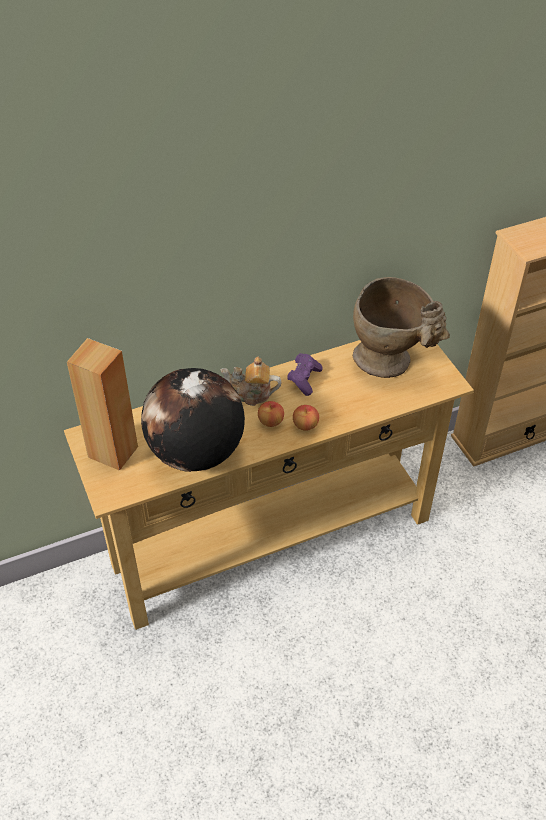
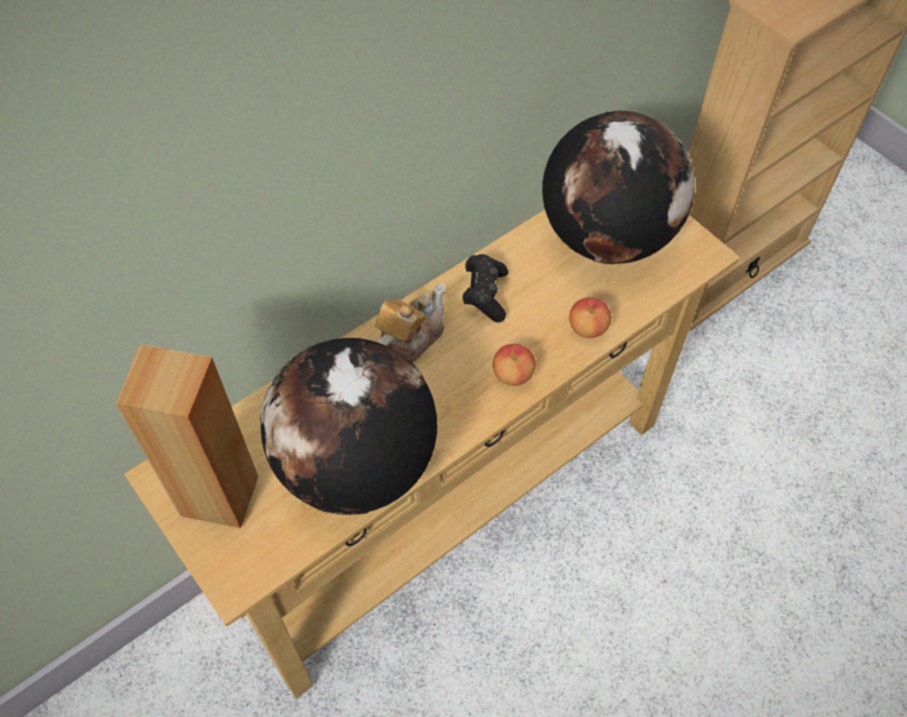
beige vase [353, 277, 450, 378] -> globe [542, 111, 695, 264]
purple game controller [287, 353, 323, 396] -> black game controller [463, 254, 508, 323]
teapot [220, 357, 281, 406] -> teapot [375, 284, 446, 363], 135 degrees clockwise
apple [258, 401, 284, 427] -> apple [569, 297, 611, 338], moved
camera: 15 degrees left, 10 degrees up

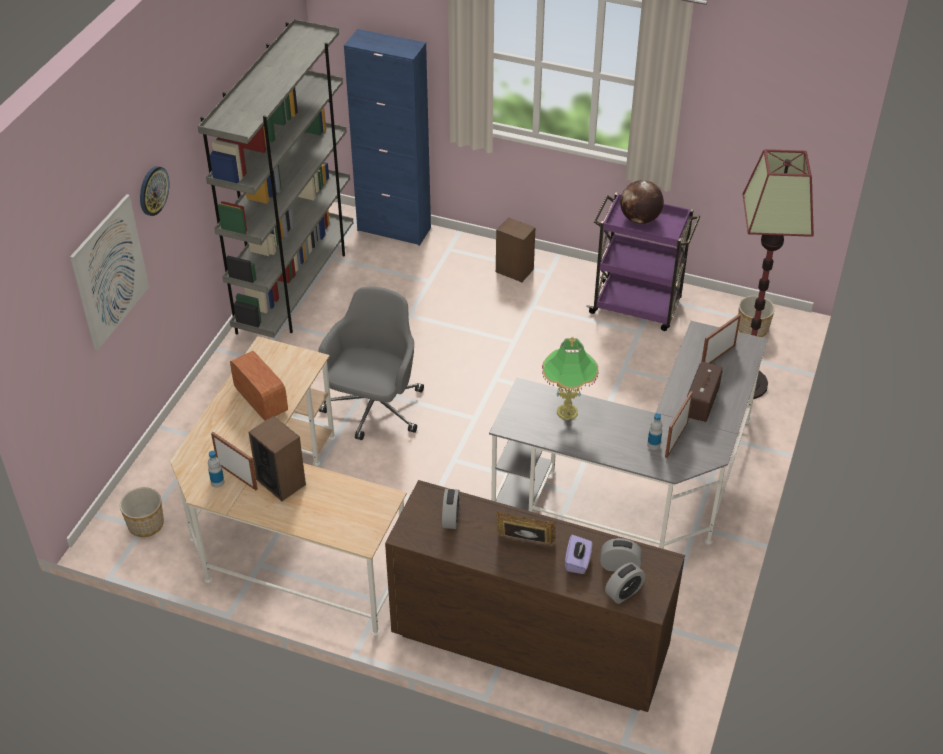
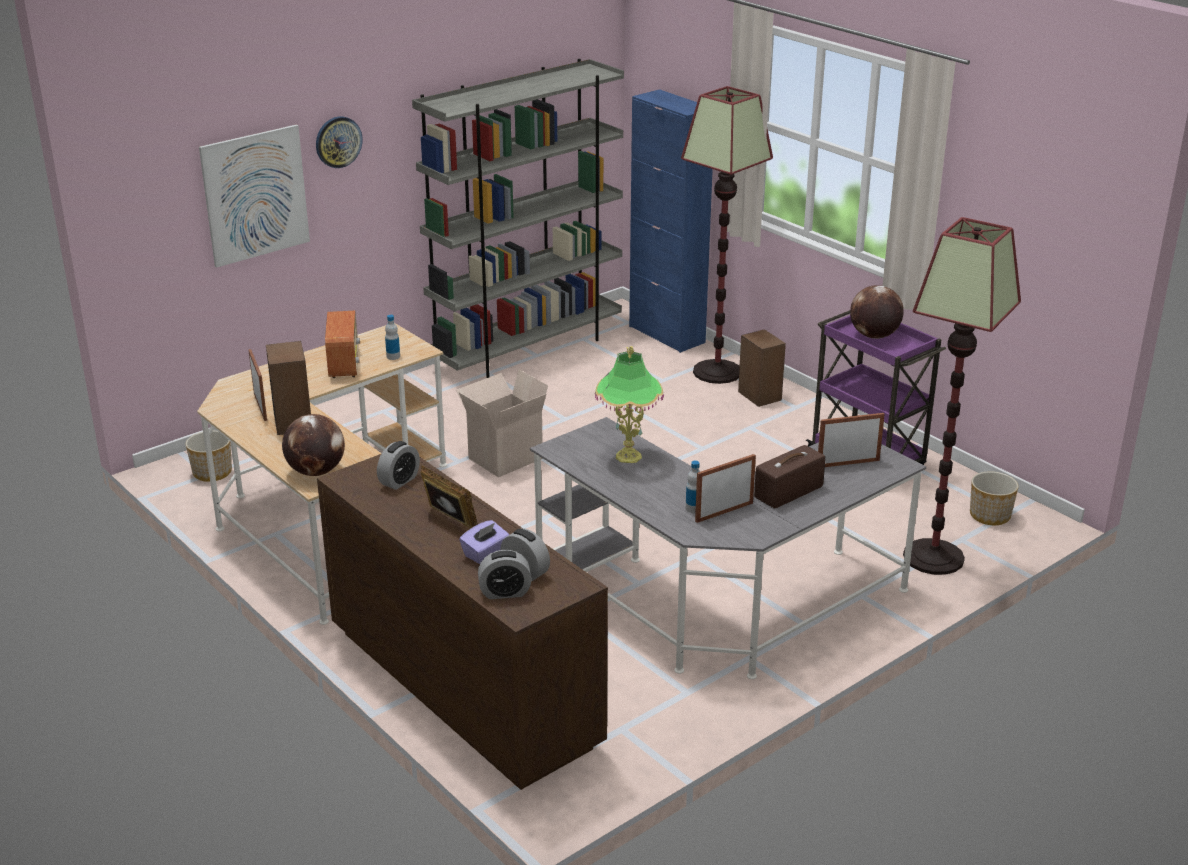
grey office chair [319, 286, 424, 440] -> cardboard box [456, 369, 548, 477]
bottle [208, 451, 224, 488] -> bottle [385, 315, 400, 360], moved
none -> floor lamp [681, 86, 773, 384]
none -> globe [282, 414, 345, 476]
camera: 30 degrees right, 15 degrees down

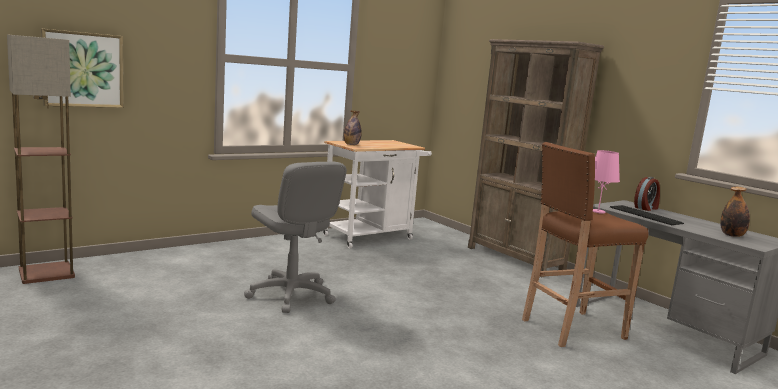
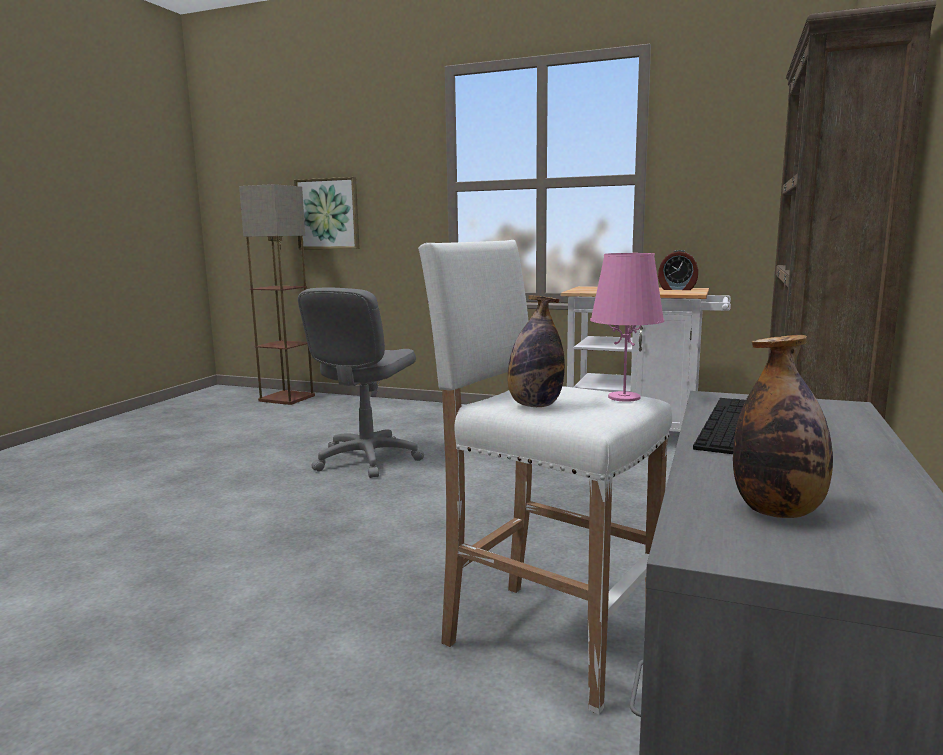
bottle [344, 111, 362, 145] -> bottle [507, 295, 565, 407], moved
brown stool [522, 142, 648, 347] -> white stool [418, 240, 672, 714]
alarm clock [634, 177, 660, 211] -> alarm clock [658, 250, 698, 290], moved
camera: 60 degrees right, 0 degrees up

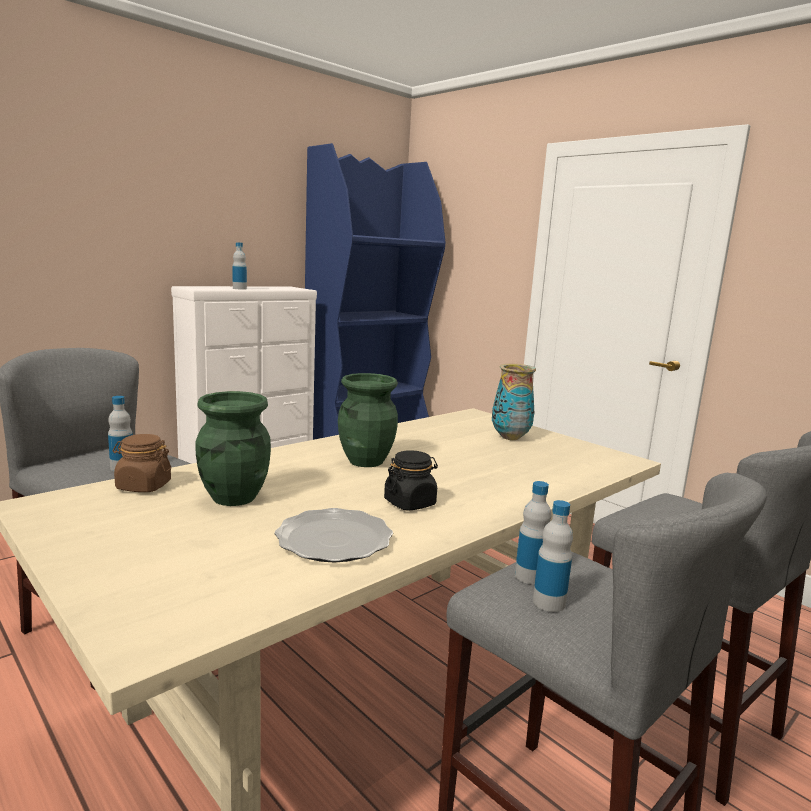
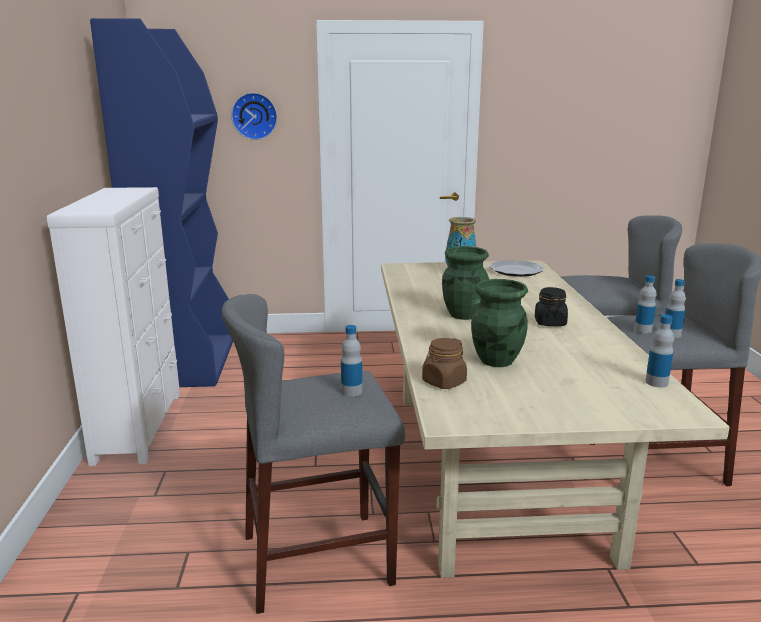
bottle [232, 242, 247, 290] -> bottle [645, 314, 674, 387], moved
plate [275, 508, 393, 562] -> plate [489, 260, 544, 277], moved
none -> wall clock [231, 93, 277, 140]
camera: 50 degrees left, 5 degrees up

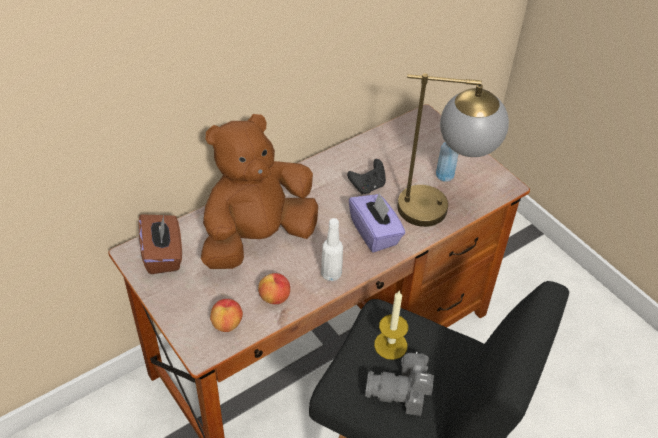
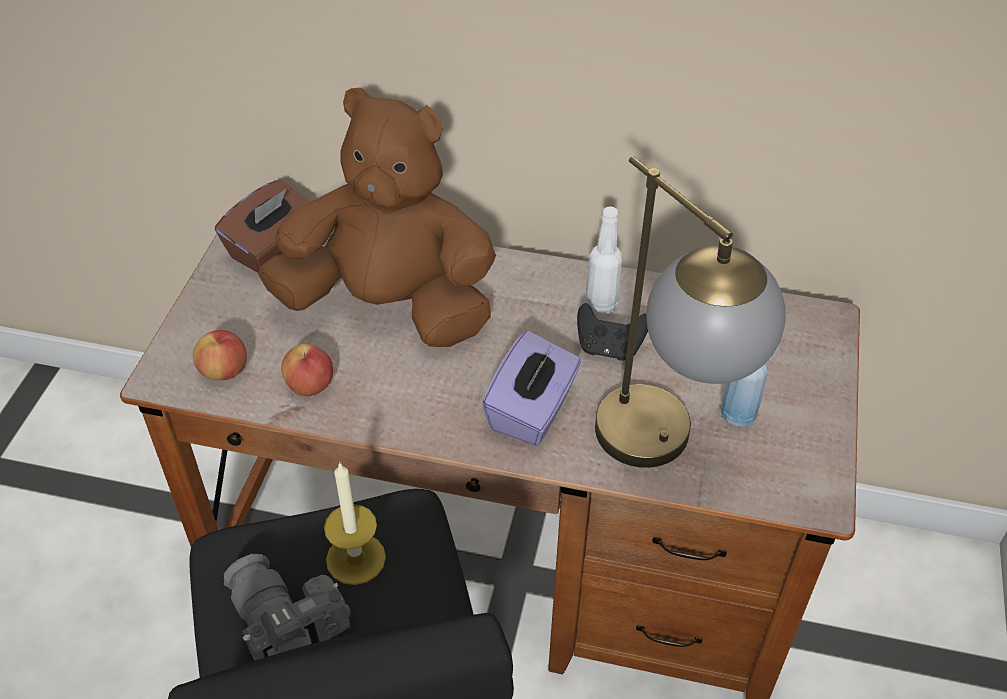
white bottle [321, 218, 343, 281] -> white bottle [585, 207, 622, 315], moved
camera: 50 degrees right, 0 degrees up

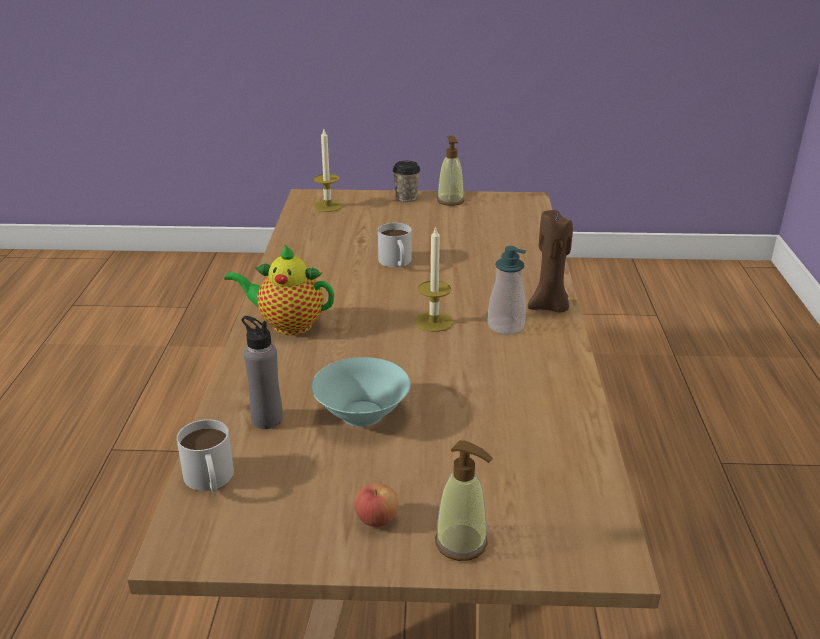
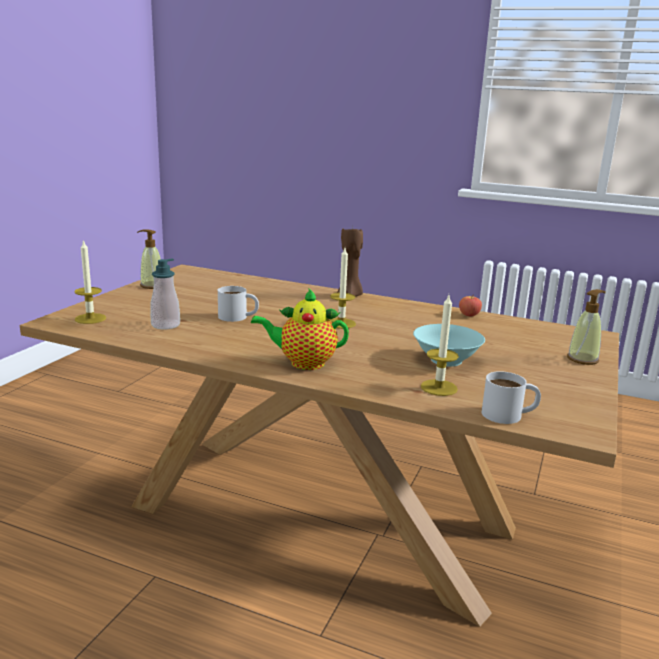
cup [393, 161, 420, 202] -> none
teapot [224, 244, 334, 335] -> teapot [251, 288, 349, 370], 60 degrees clockwise
soap dispenser [488, 246, 526, 335] -> soap dispenser [150, 259, 180, 330], moved
grey bottle [242, 316, 283, 429] -> candle [421, 295, 459, 396]
apple [354, 483, 399, 527] -> apple [459, 294, 482, 316], moved
camera: 70 degrees left, 10 degrees down

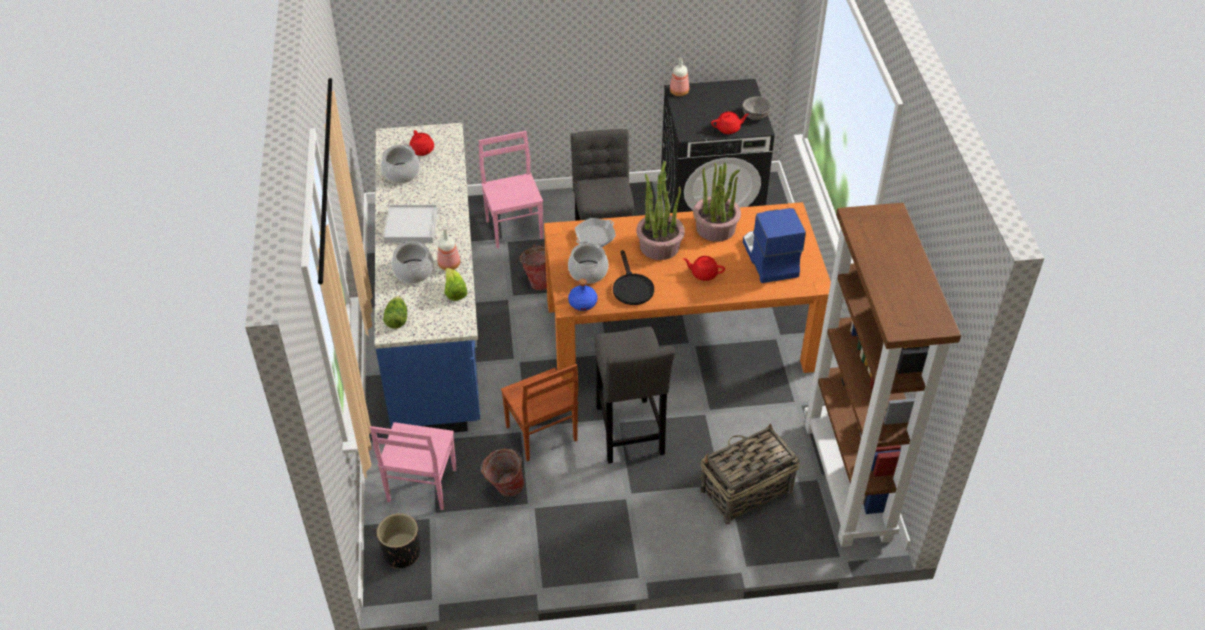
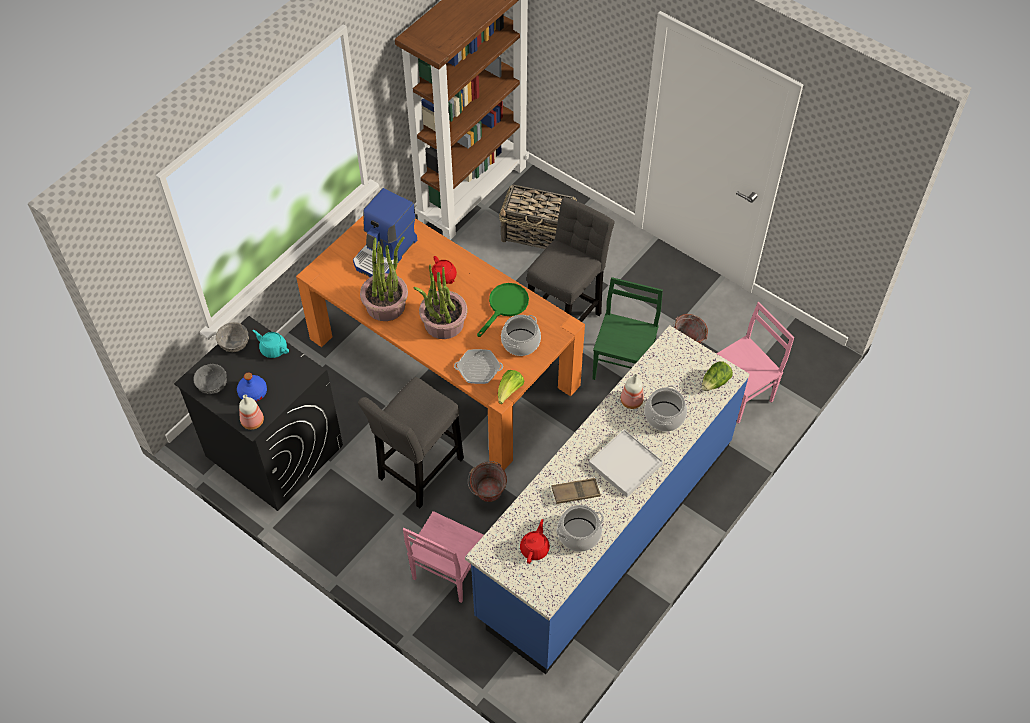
red teapot [711, 112, 749, 134] -> turquoise teapot [252, 330, 289, 358]
black frying pan [613, 250, 654, 305] -> green frying pan [477, 283, 529, 337]
lettuce [444, 268, 467, 301] -> lettuce [498, 370, 524, 404], moved
blue bottle [568, 279, 597, 311] -> blue bottle [237, 372, 267, 402], moved
brown chair [501, 364, 578, 461] -> green chair [593, 277, 663, 380]
black planter [377, 513, 420, 568] -> none
none -> grey bowl [193, 364, 227, 394]
none -> brown tray [551, 478, 601, 504]
camera: 135 degrees left, 10 degrees up

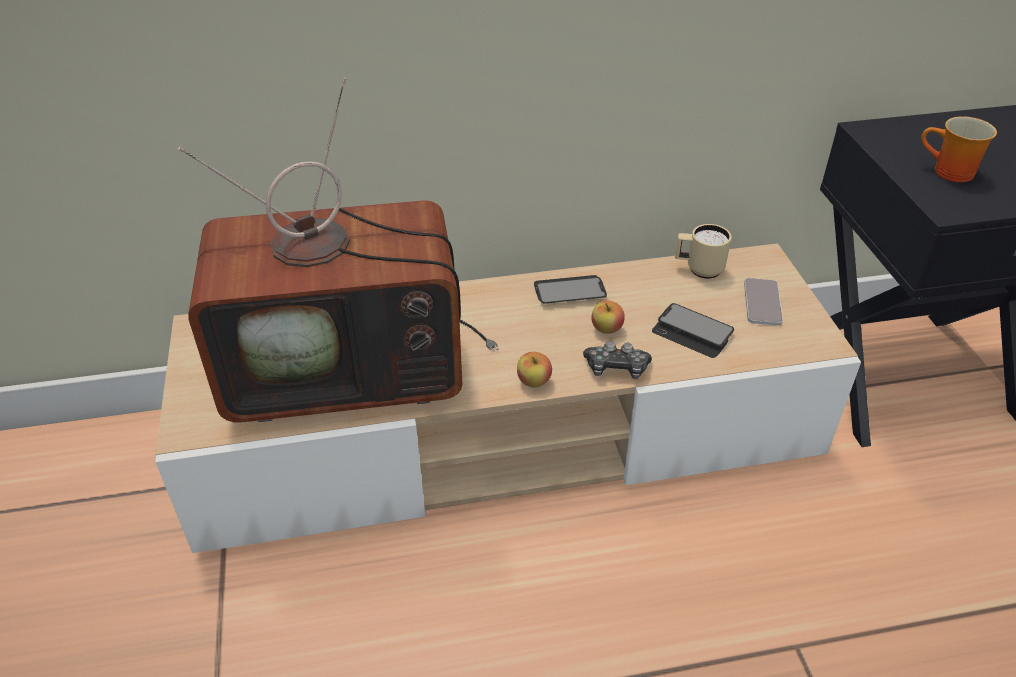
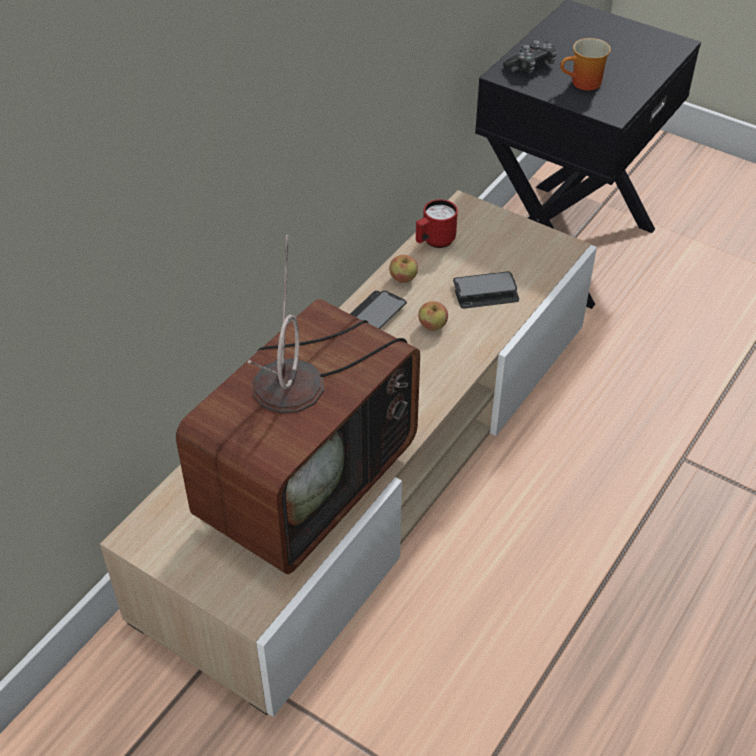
beige mug [675, 224, 732, 279] -> red mug [416, 199, 458, 248]
phone [744, 278, 783, 326] -> none
game controller [583, 341, 652, 379] -> game controller [503, 40, 557, 73], moved
apple [517, 352, 552, 387] -> apple [389, 255, 418, 283], moved
camera: 45 degrees left, 5 degrees up

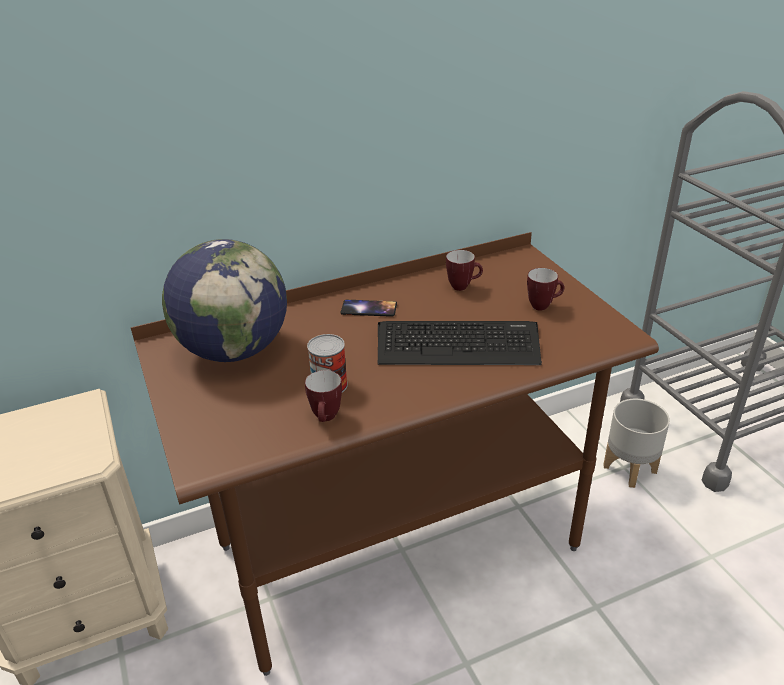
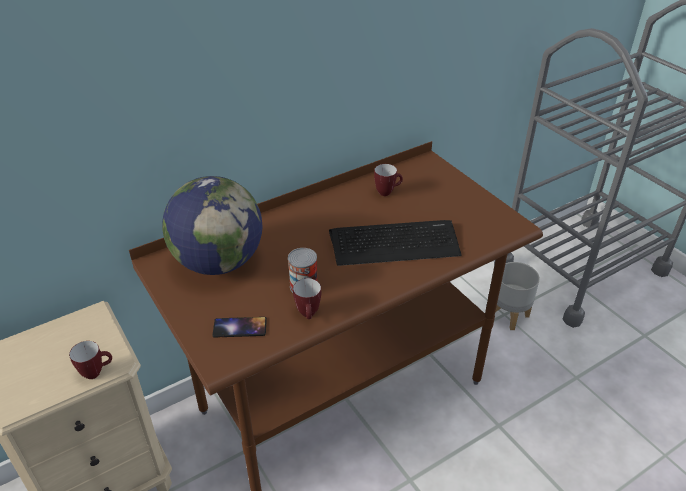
mug [527, 268, 564, 311] -> mug [69, 341, 112, 379], moved
phone [340, 300, 397, 317] -> phone [212, 317, 267, 338], moved
camera: 10 degrees left, 5 degrees up

